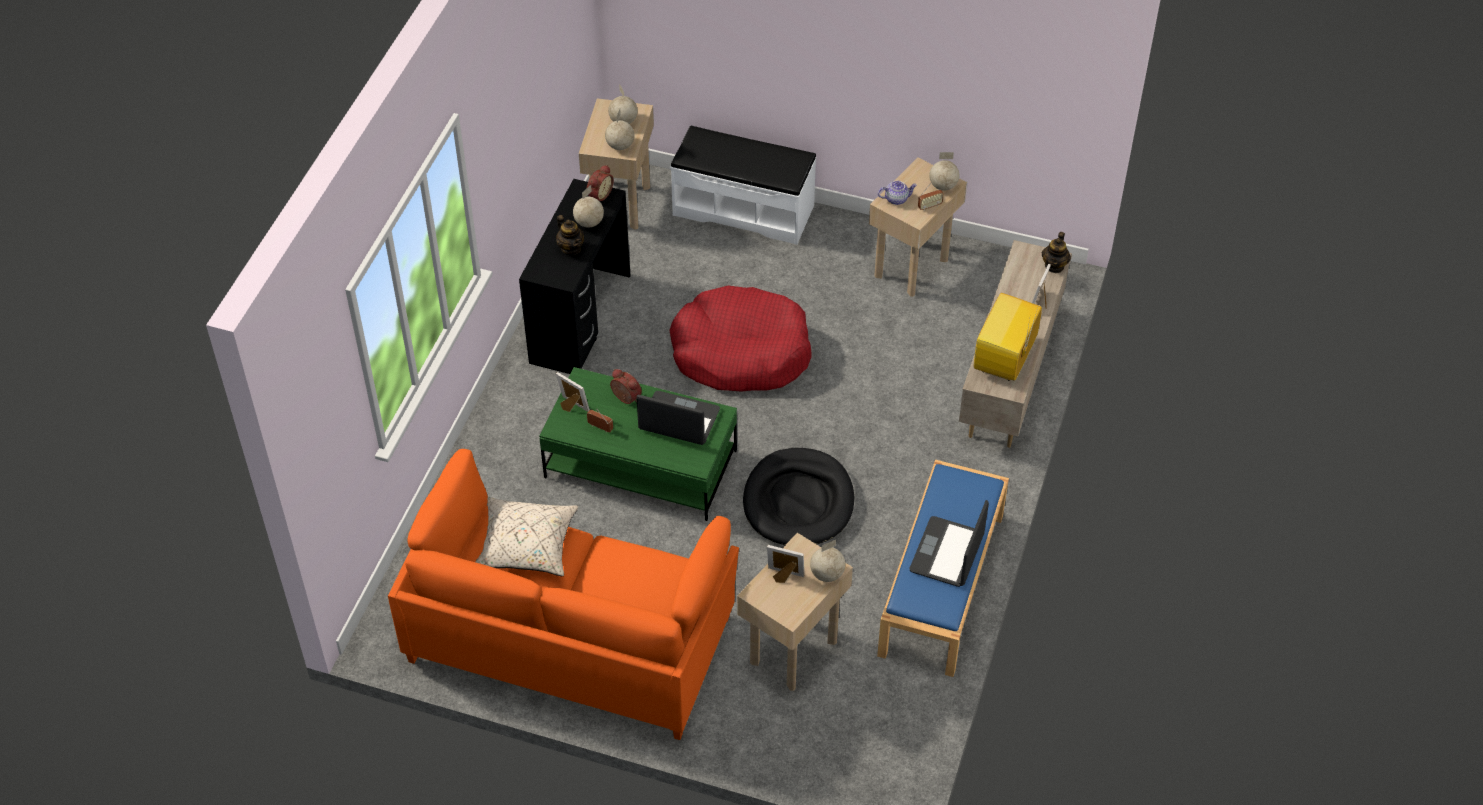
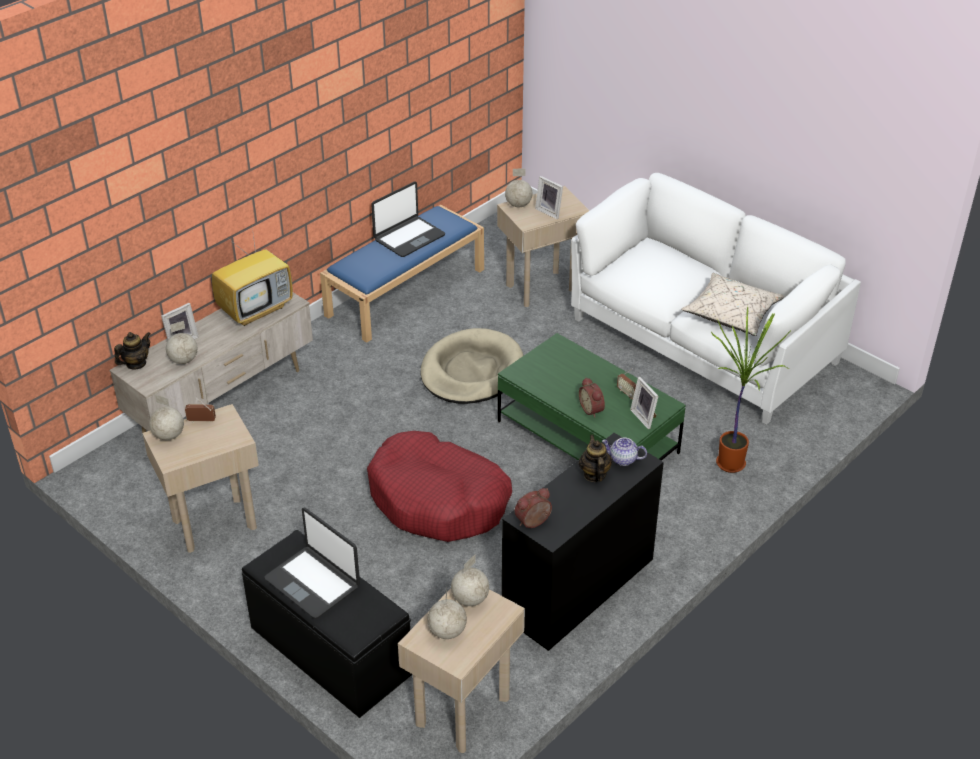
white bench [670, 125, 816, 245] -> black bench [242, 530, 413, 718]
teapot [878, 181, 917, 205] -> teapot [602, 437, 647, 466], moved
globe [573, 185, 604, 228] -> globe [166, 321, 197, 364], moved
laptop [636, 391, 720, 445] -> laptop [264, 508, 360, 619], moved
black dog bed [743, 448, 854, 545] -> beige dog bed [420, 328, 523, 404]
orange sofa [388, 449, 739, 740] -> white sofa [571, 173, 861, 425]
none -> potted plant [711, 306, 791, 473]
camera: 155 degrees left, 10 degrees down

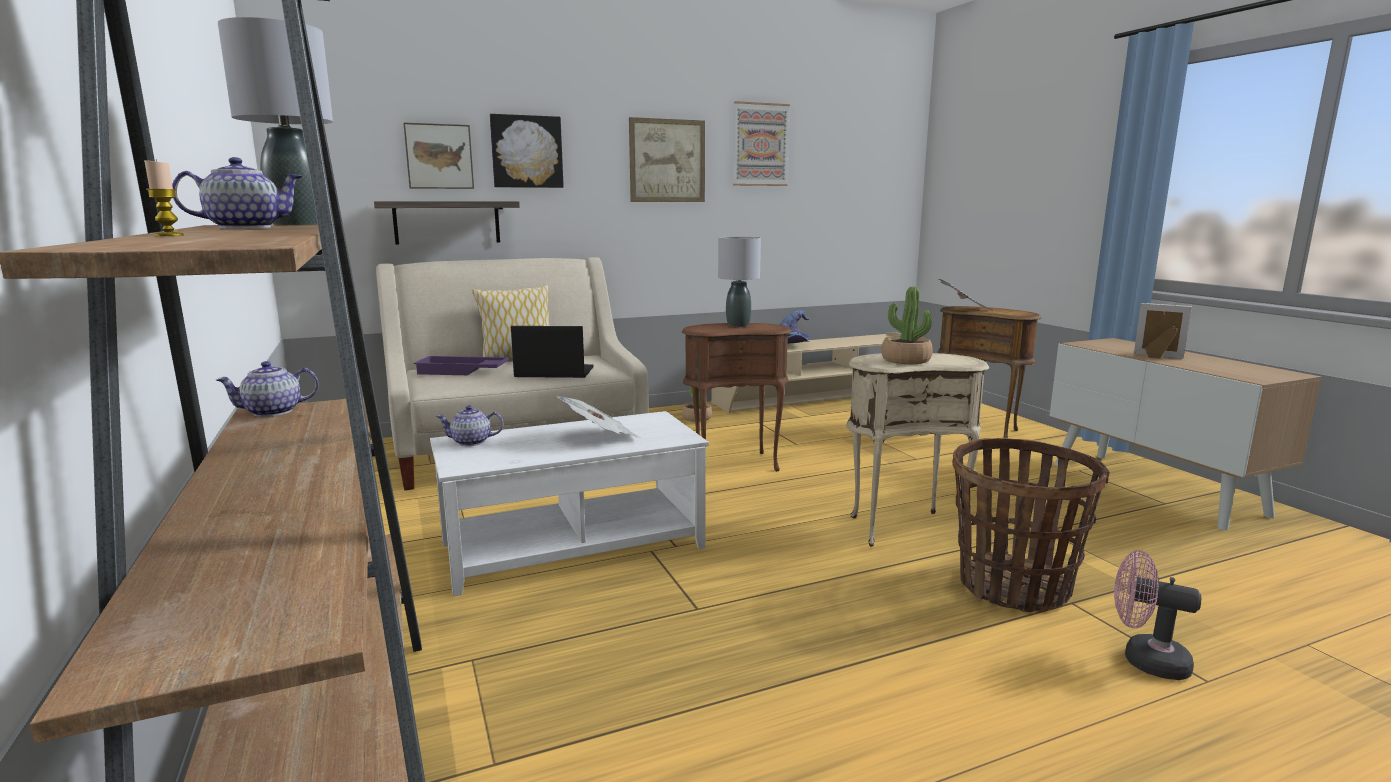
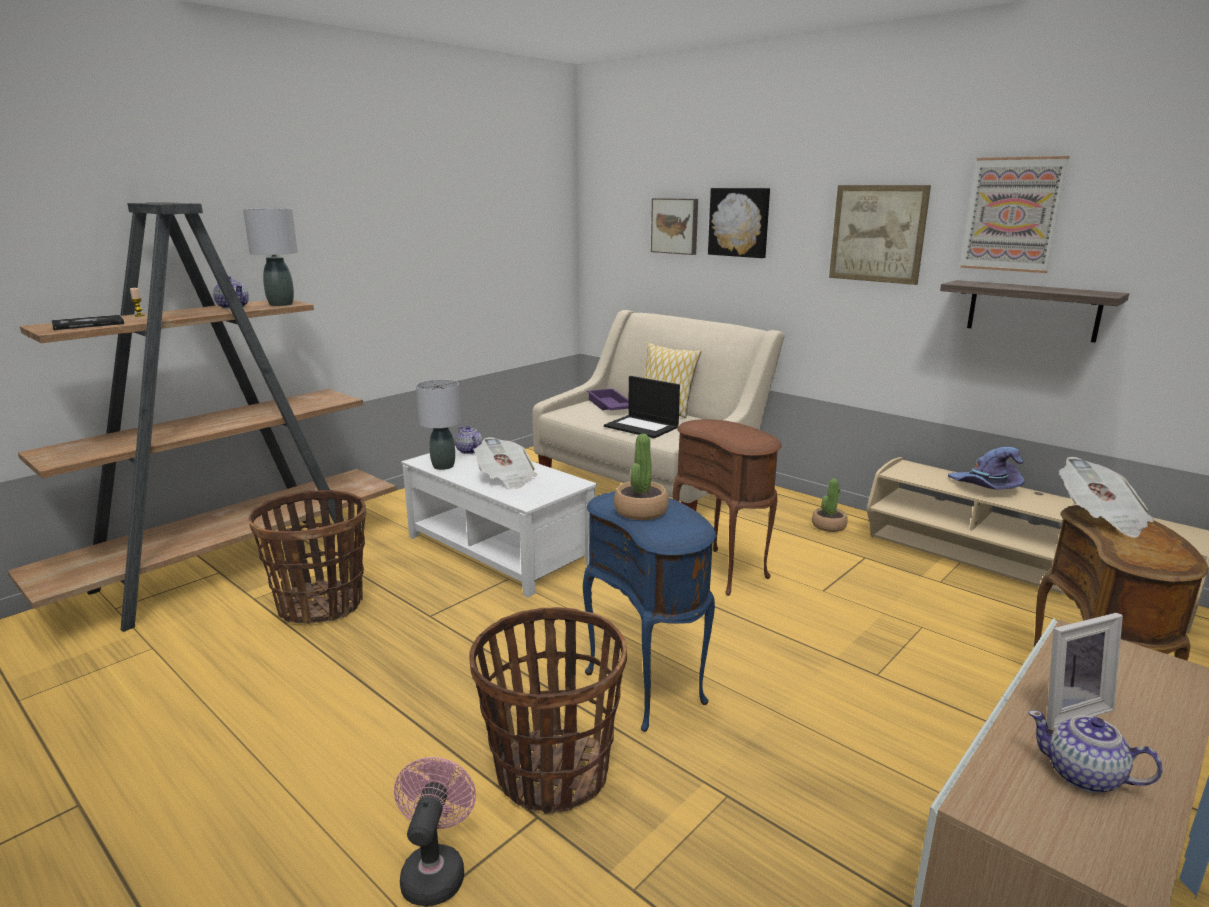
shelf [374, 201, 520, 245] -> shelf [940, 280, 1129, 343], moved
grey table lamp [718, 237, 761, 327] -> grey table lamp [416, 379, 461, 470], moved
picture frame [1134, 303, 1192, 359] -> picture frame [1047, 613, 1123, 729], 60 degrees clockwise
laptop [511, 326, 594, 378] -> laptop [604, 376, 680, 438], 150 degrees clockwise
beige side table [846, 353, 989, 546] -> blue side table [583, 491, 716, 732]
teapot [216, 361, 319, 417] -> teapot [1028, 710, 1163, 793], moved
none -> book [51, 315, 124, 330]
none -> basket [248, 490, 367, 623]
camera: 65 degrees right, 5 degrees up

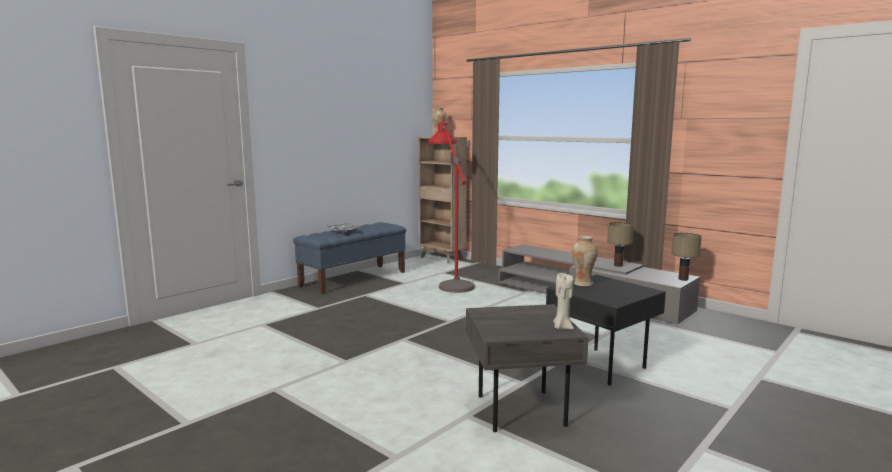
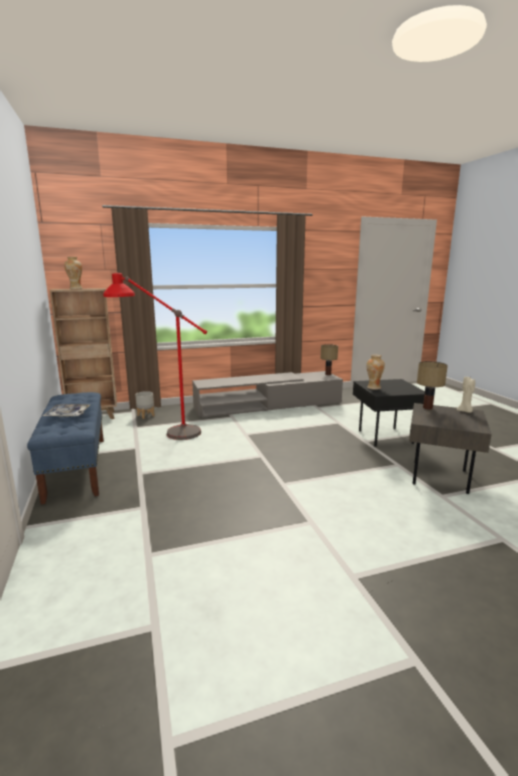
table lamp [607, 222, 634, 267] -> table lamp [417, 361, 448, 409], moved
none -> grey planter [135, 391, 155, 419]
camera: 60 degrees left, 5 degrees up

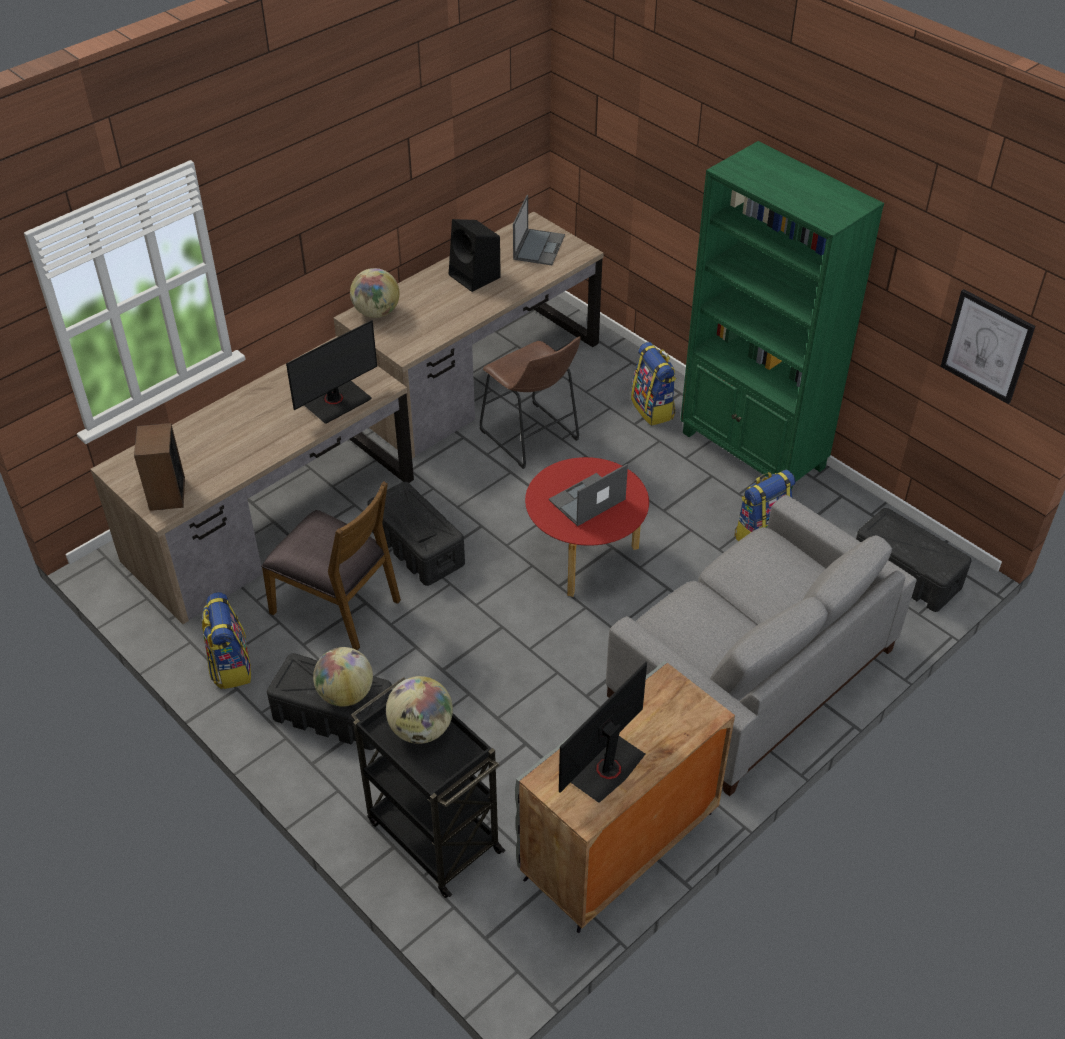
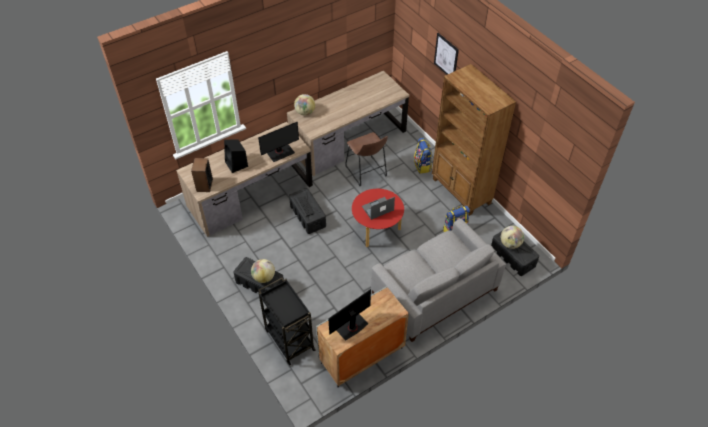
green bookcase [680, 141, 884, 490] -> brown bookcase [432, 64, 516, 216]
laptop [513, 195, 565, 265] -> none
black speaker [449, 219, 501, 292] -> black speaker [224, 139, 248, 173], moved
picture [941, 289, 1035, 404] -> picture [434, 33, 459, 75], moved
brown chair [261, 481, 401, 650] -> none
backpack [202, 592, 251, 689] -> none
globe [386, 676, 453, 744] -> globe [501, 226, 524, 249], moved
camera: 10 degrees right, 5 degrees up

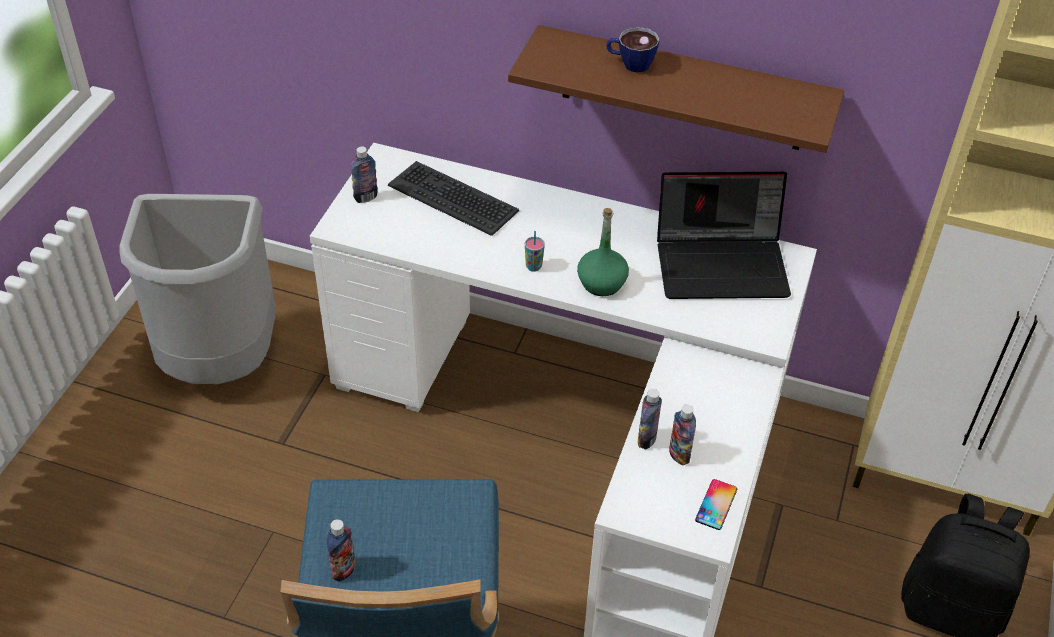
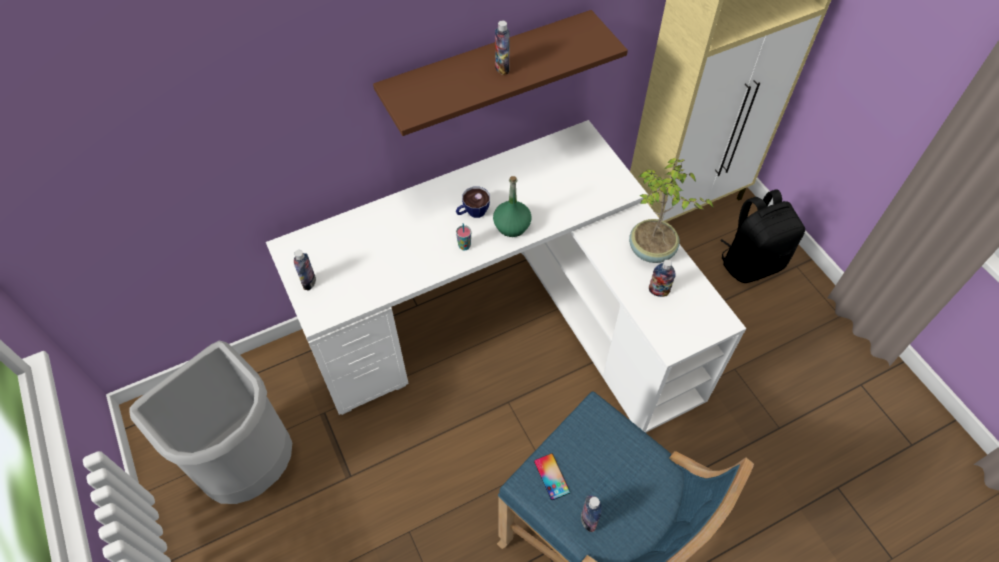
cup [606, 27, 660, 73] -> cup [456, 187, 490, 218], moved
keyboard [388, 161, 519, 236] -> none
laptop [657, 172, 791, 299] -> none
bottle [638, 389, 662, 449] -> bottle [495, 21, 510, 75], moved
phone [695, 479, 737, 530] -> phone [534, 453, 570, 500], moved
none -> potted plant [629, 158, 714, 263]
camera: 45 degrees left, 10 degrees up

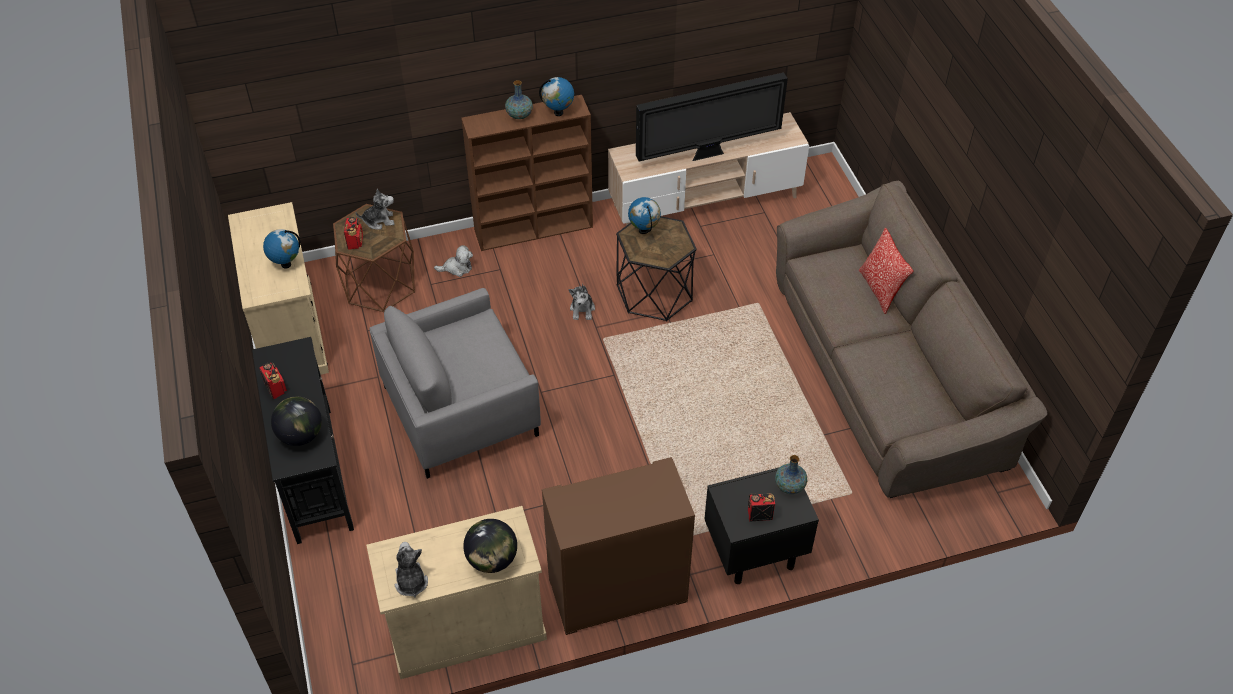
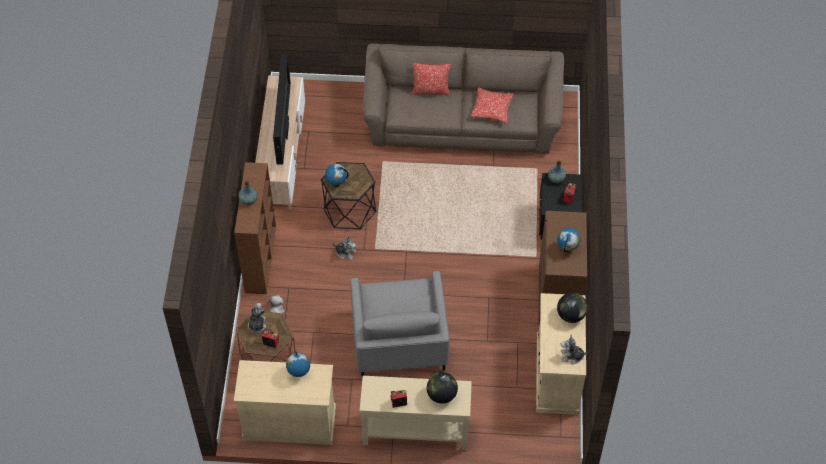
globe [539, 77, 574, 116] -> globe [557, 228, 581, 252], moved
black console table [252, 337, 354, 544] -> beige console table [360, 376, 472, 450]
none -> pillow [471, 87, 514, 123]
camera: 70 degrees left, 5 degrees up

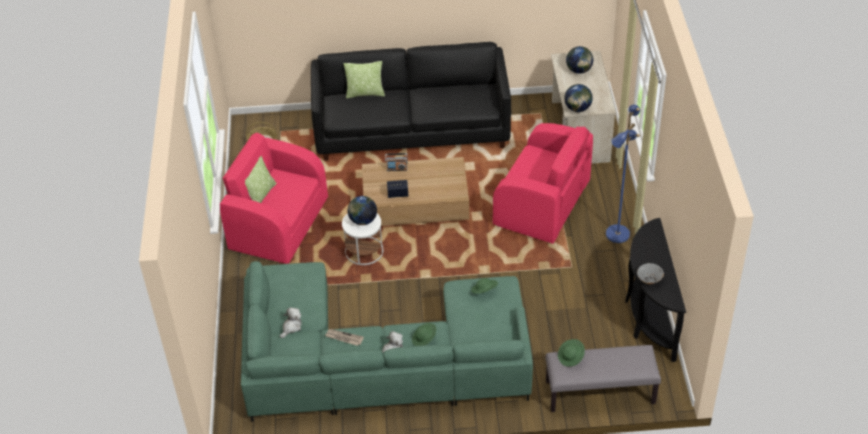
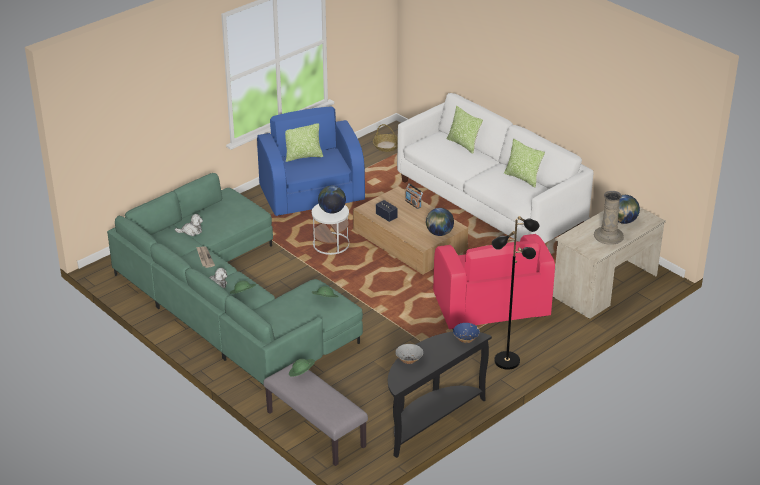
black sofa [311, 42, 511, 161] -> white sofa [397, 93, 593, 243]
globe [564, 84, 593, 112] -> globe [426, 208, 454, 236], moved
blue floor lamp [606, 105, 640, 243] -> black floor lamp [492, 216, 539, 370]
pink armchair [220, 133, 328, 264] -> blue armchair [257, 106, 365, 216]
none -> pillow [504, 139, 545, 188]
none -> beige vase [594, 191, 624, 245]
none -> blue bowl [453, 323, 480, 343]
camera: 50 degrees right, 10 degrees down

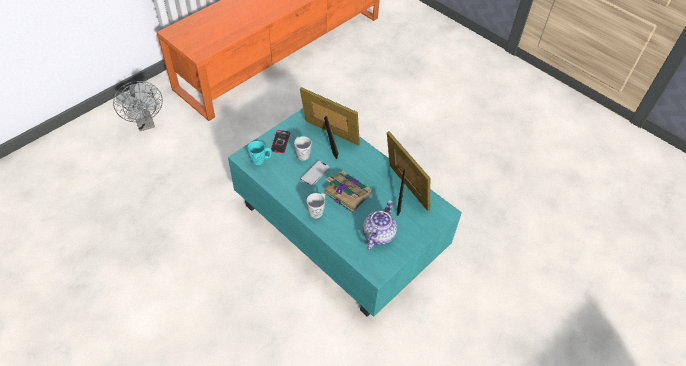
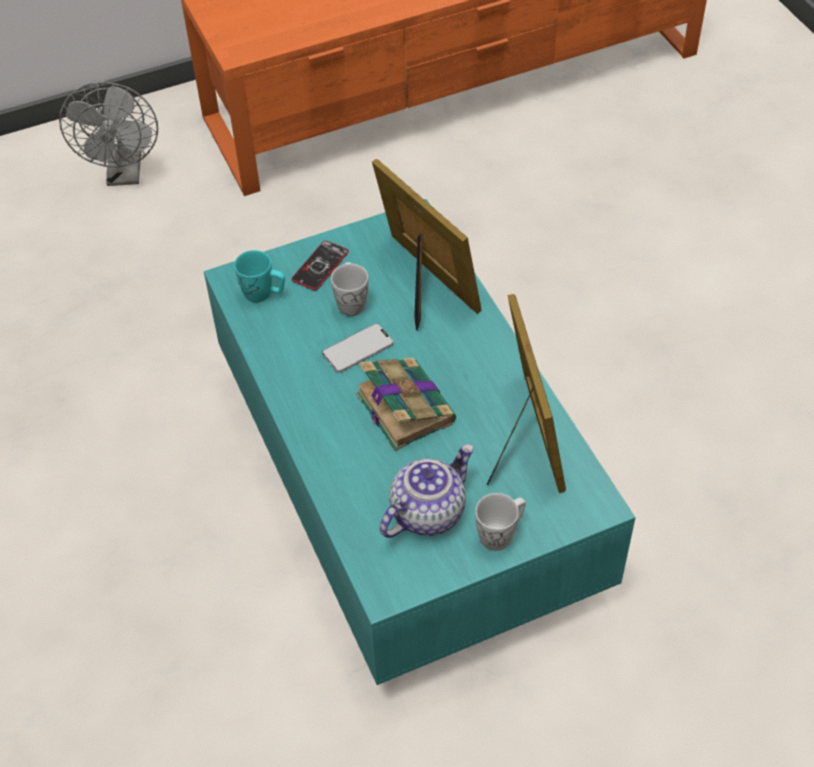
white mug [306, 193, 325, 218] -> white mug [475, 493, 526, 551], moved
camera: 25 degrees right, 0 degrees up

